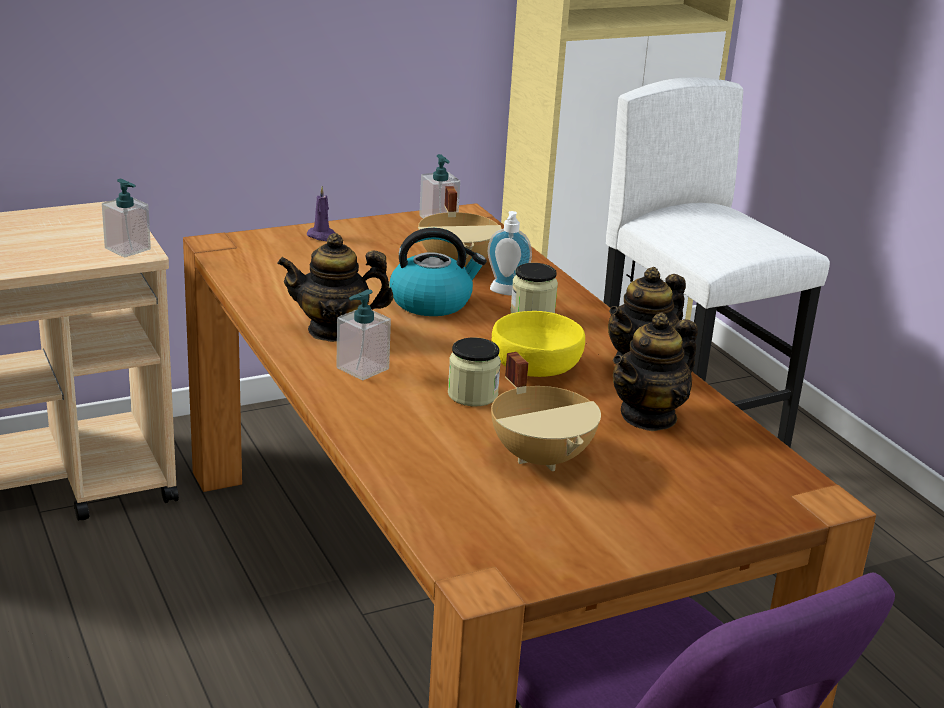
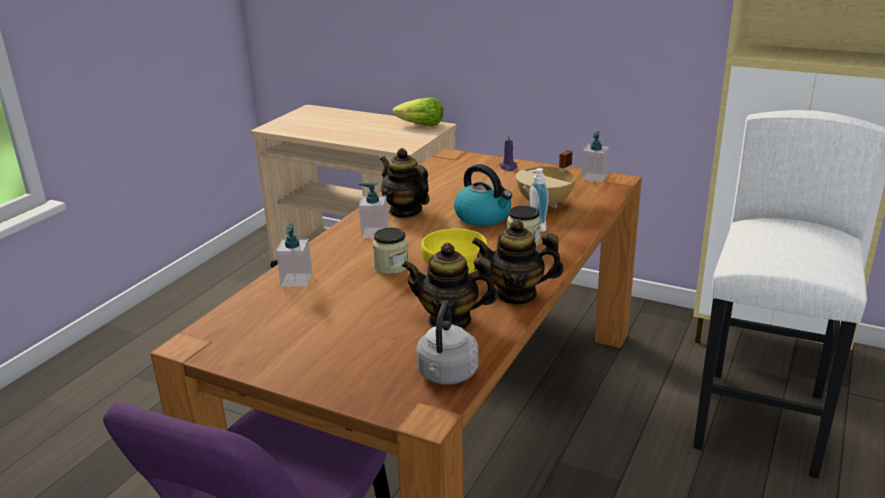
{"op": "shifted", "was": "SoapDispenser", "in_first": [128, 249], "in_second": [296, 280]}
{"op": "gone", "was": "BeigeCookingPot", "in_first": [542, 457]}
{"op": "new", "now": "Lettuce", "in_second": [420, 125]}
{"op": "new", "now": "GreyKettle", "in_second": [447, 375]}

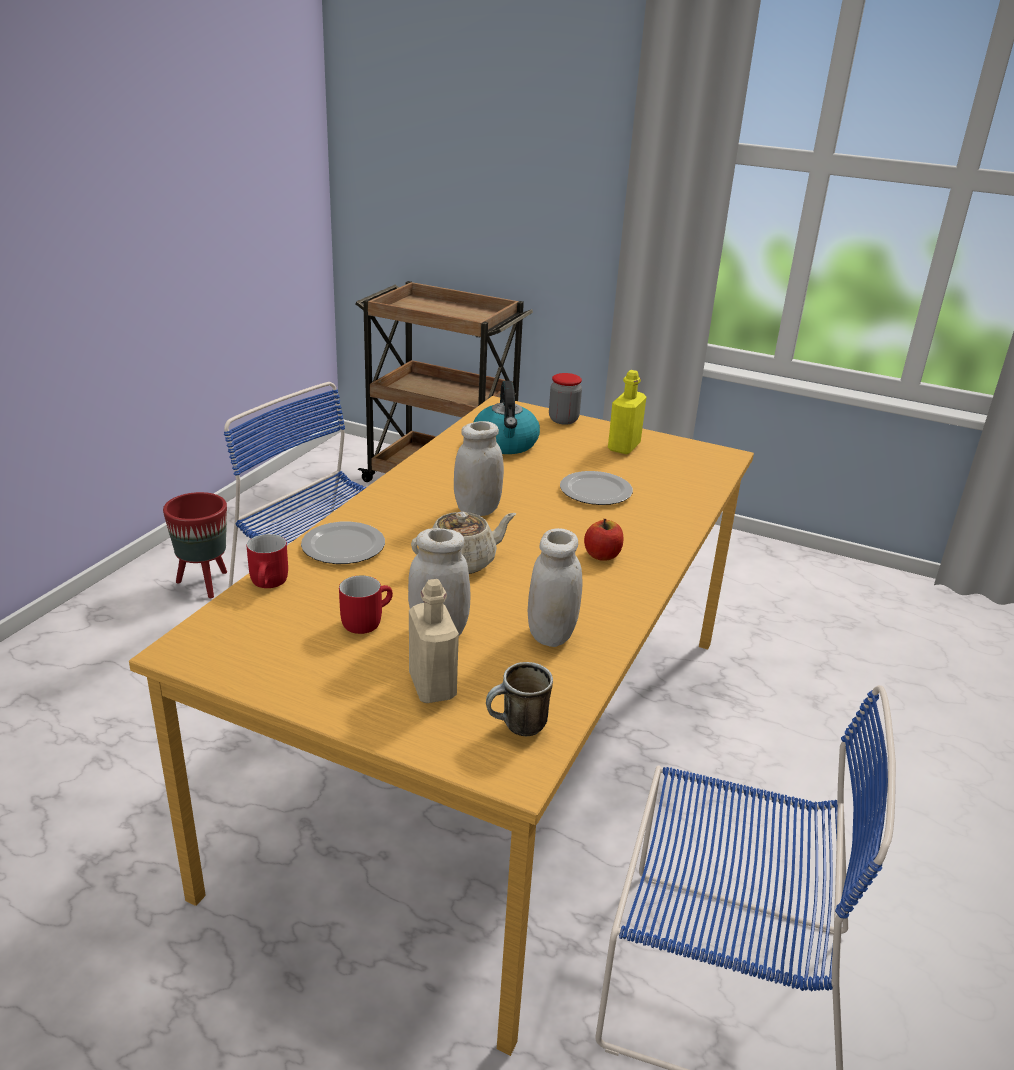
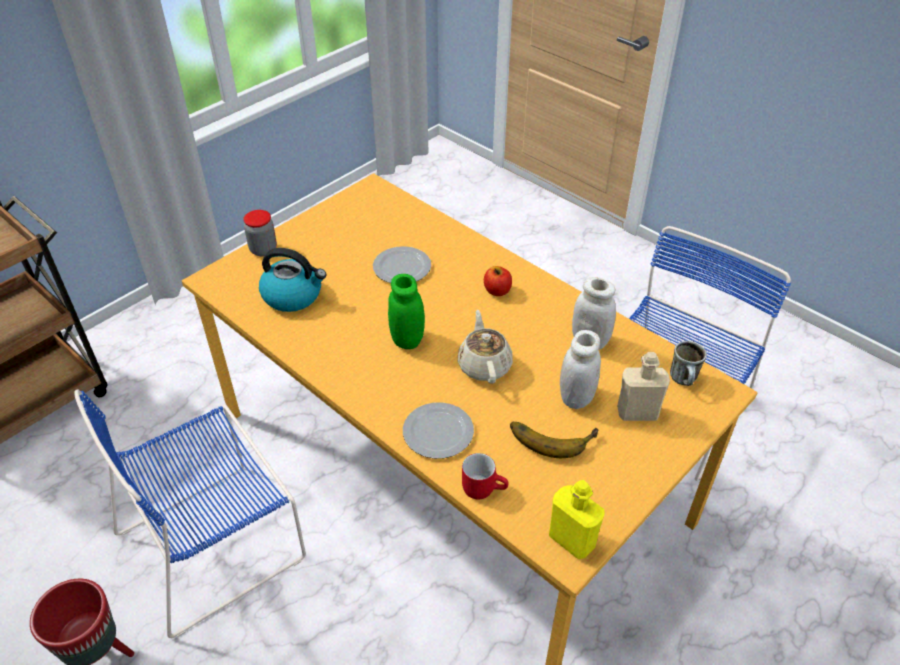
{"op": "shifted", "was": "YellowBottle", "in_first": [624, 447], "in_second": [572, 540]}
{"op": "repainted", "was": "WhiteJar", "now": "GreenJar", "in_first": [477, 510], "in_second": [407, 339]}
{"op": "swapped", "was": "RedMug", "now": "Banana", "in_first": [365, 620], "in_second": [551, 435]}

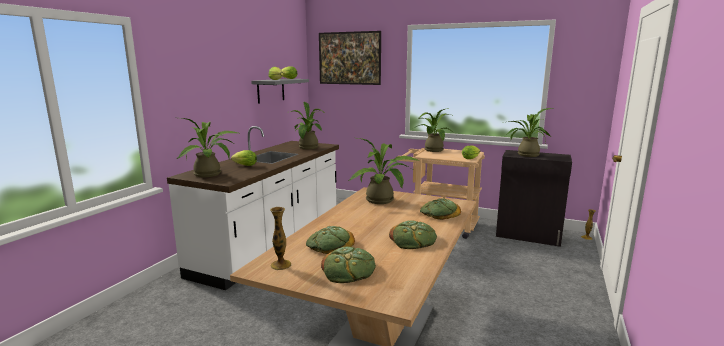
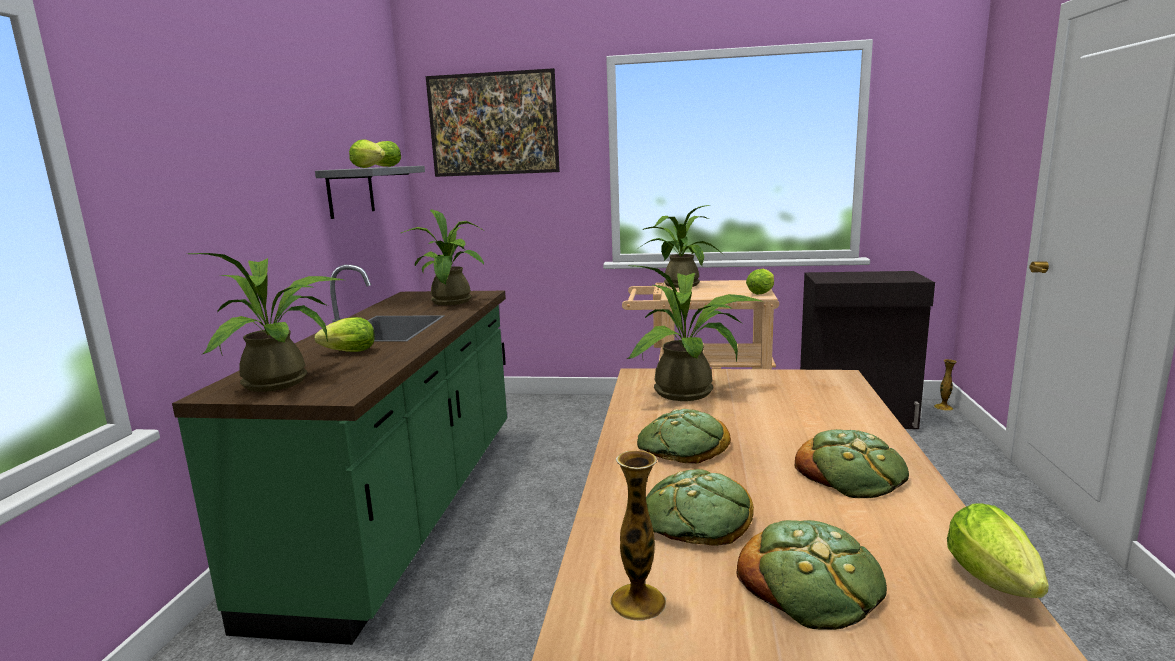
{"op": "gone", "was": "PottedPlant", "in_first": [525, 155]}
{"op": "repainted", "was": "WhiteCounter", "now": "GreenCounter", "in_first": [272, 244], "in_second": [406, 510]}
{"op": "shifted", "was": "Bread", "in_first": [439, 213], "in_second": [682, 446]}
{"op": "new", "now": "Lettuce", "in_second": [997, 585]}

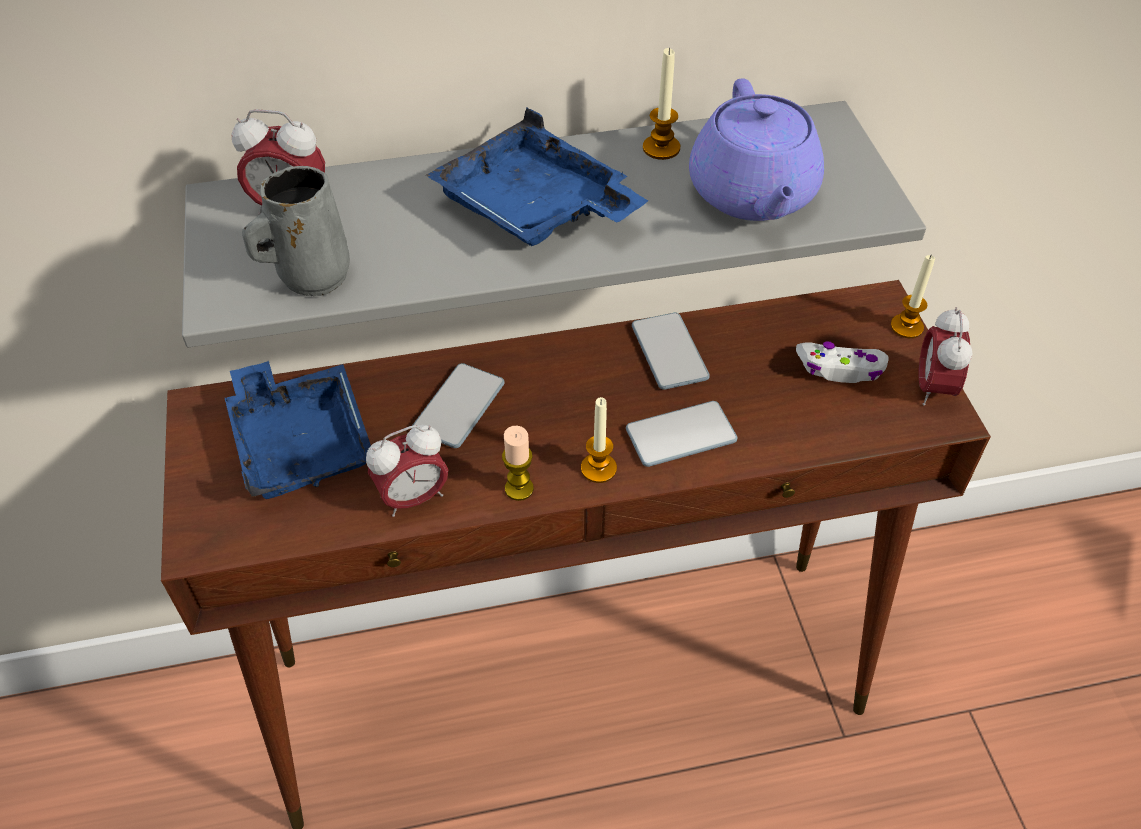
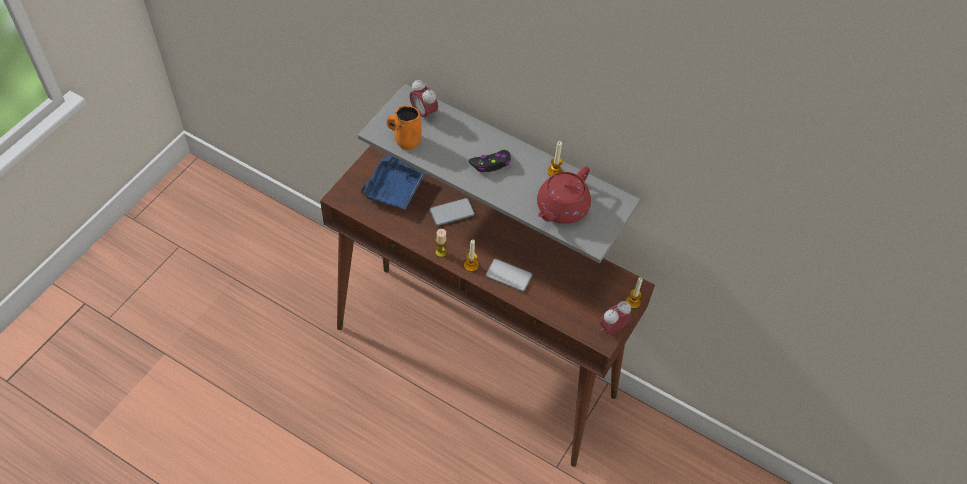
{"op": "repainted", "was": "PurpleTeapot", "now": "RedTeapot", "in_first": [752, 194], "in_second": [561, 208]}
{"op": "swapped", "was": "BlueTray", "now": "BlackGameController", "in_first": [535, 208], "in_second": [491, 164]}
{"op": "repainted", "was": "GreyMug", "now": "OrangeMug", "in_first": [310, 276], "in_second": [406, 140]}
{"op": "gone", "was": "Phone", "in_first": [669, 352]}
{"op": "gone", "was": "WhiteGameController", "in_first": [840, 369]}
{"op": "gone", "was": "AlarmClock", "in_first": [413, 498]}

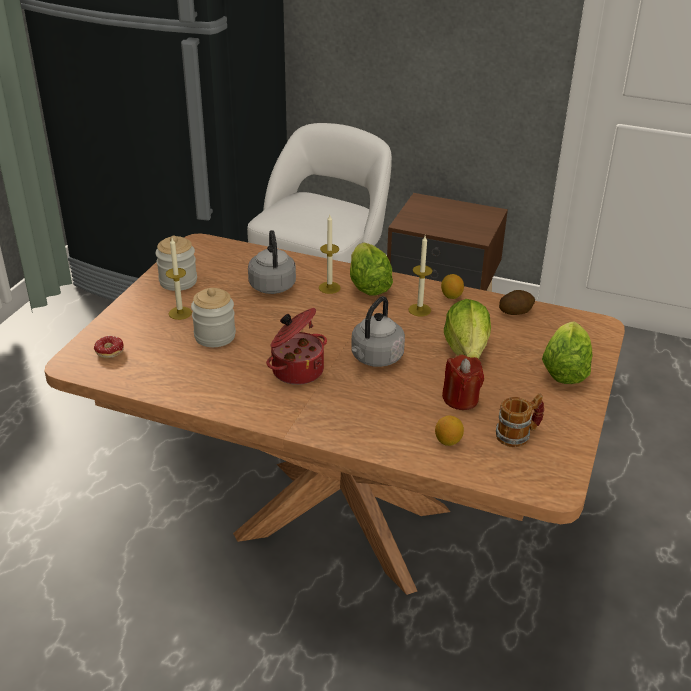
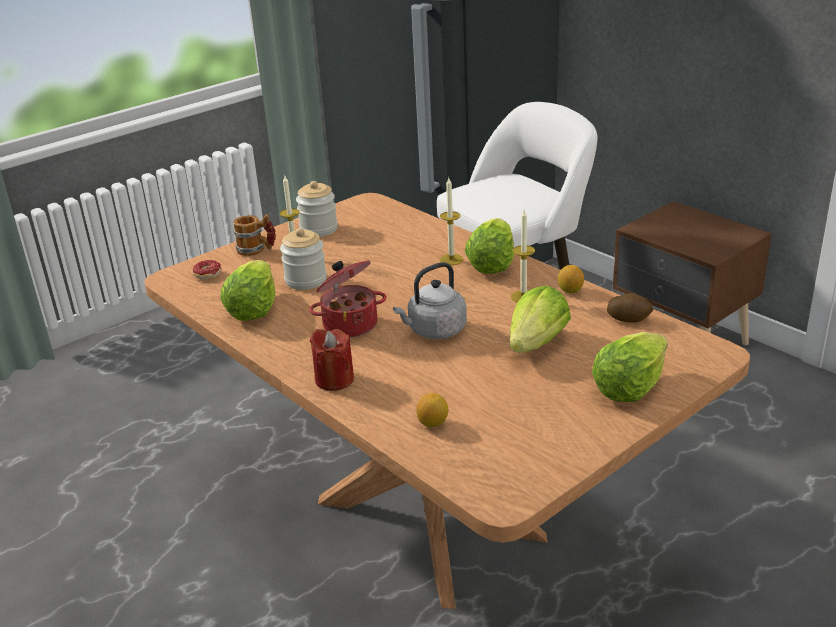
{"op": "gone", "was": "GreyKettle", "in_first": [272, 284]}
{"op": "shifted", "was": "RedCandle", "in_first": [460, 399], "in_second": [334, 379]}
{"op": "shifted", "was": "Mug", "in_first": [518, 435], "in_second": [256, 250]}
{"op": "new", "now": "Lettuce", "in_second": [253, 310]}

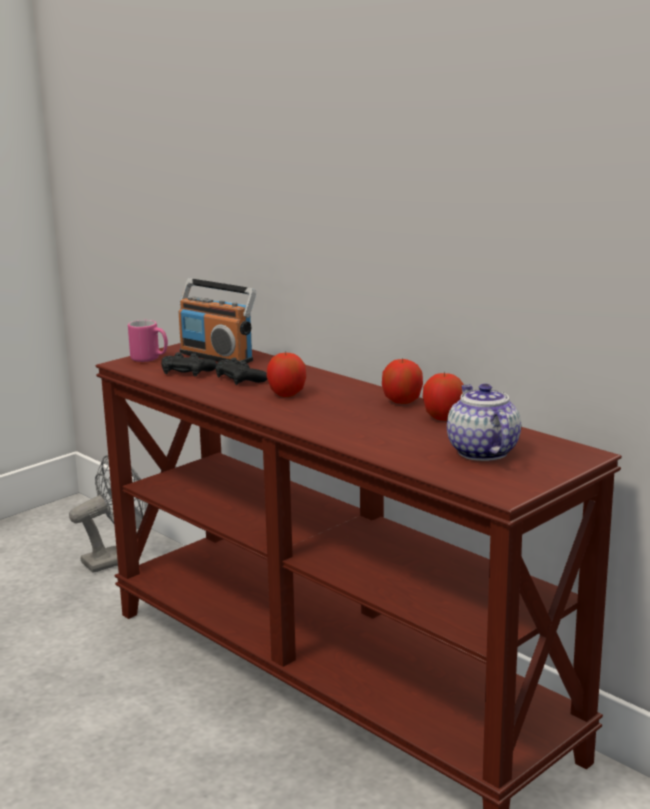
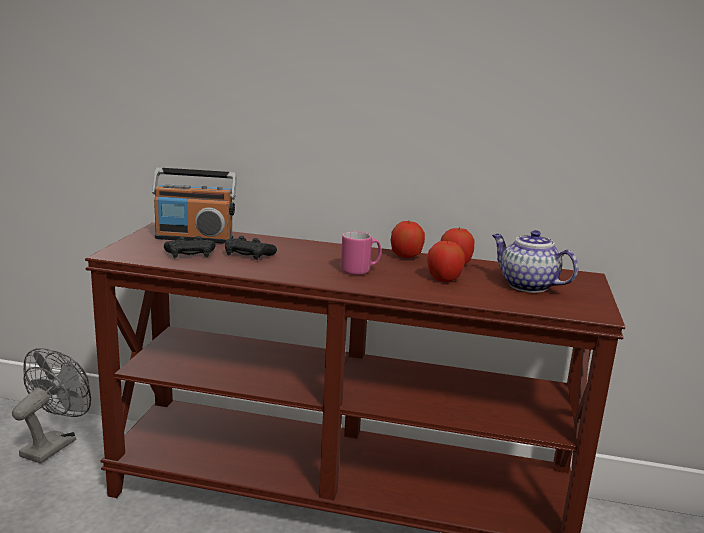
{"op": "shifted", "was": "PinkMug", "in_first": [150, 359], "in_second": [360, 271]}
{"op": "shifted", "was": "Apple", "in_first": [287, 394], "in_second": [443, 279]}

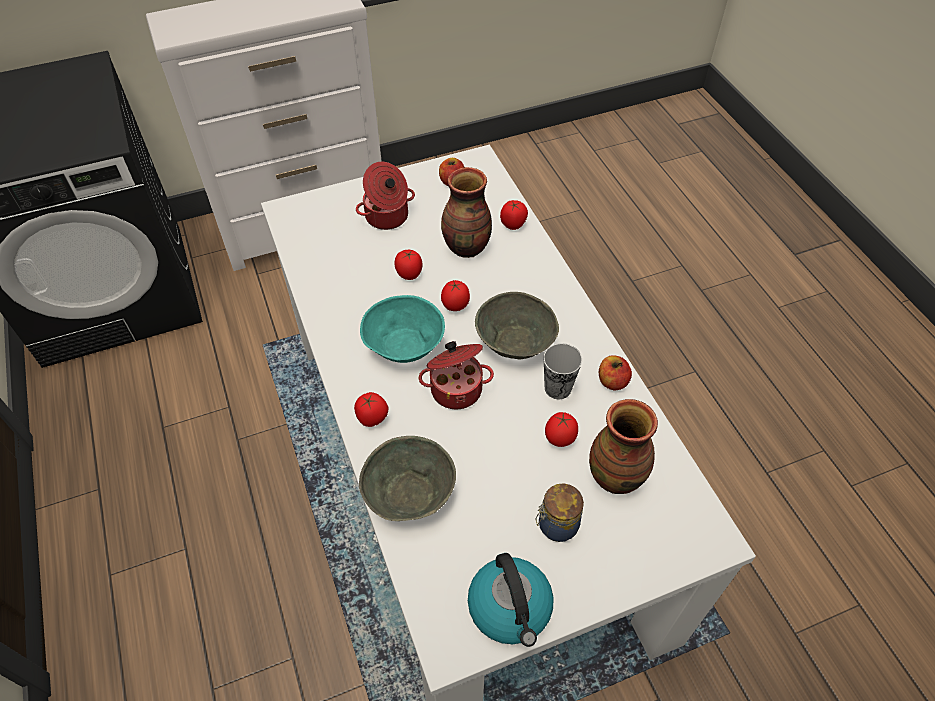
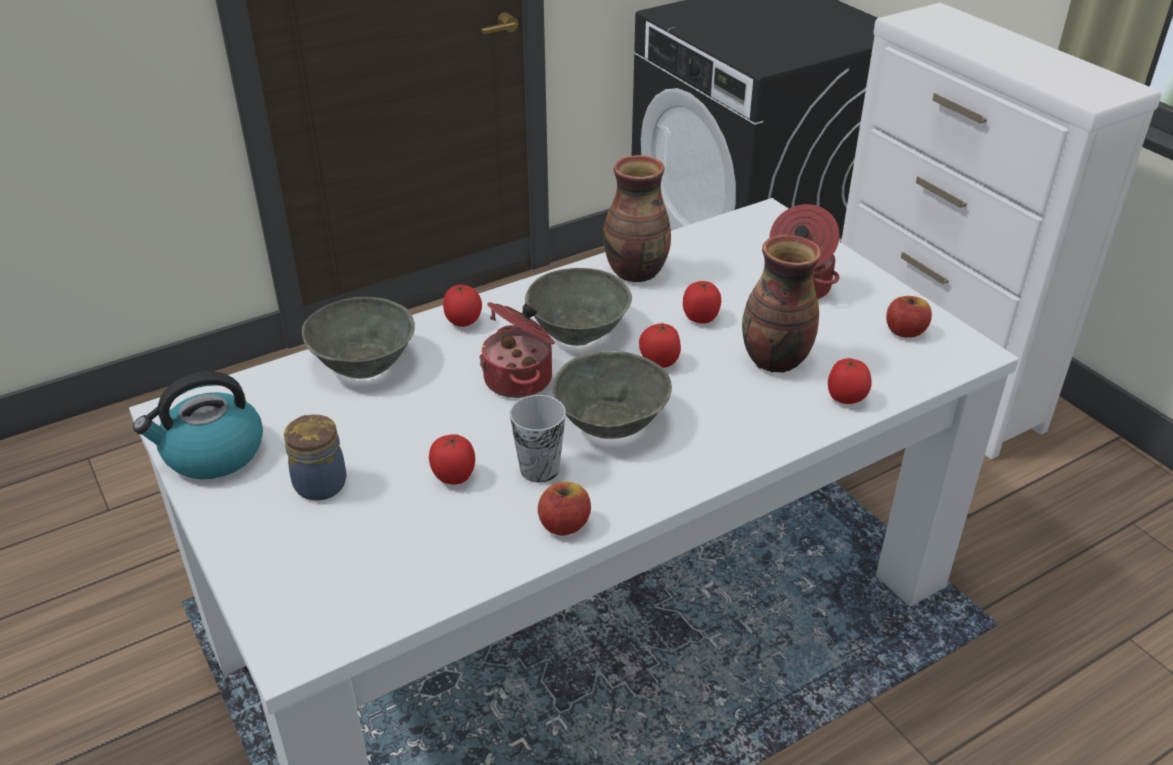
{"op": "repainted", "was": "TurquoiseBowl", "now": "GreyBowl", "in_first": [404, 346], "in_second": [576, 330]}
{"op": "shifted", "was": "Vase", "in_first": [616, 475], "in_second": [637, 272]}

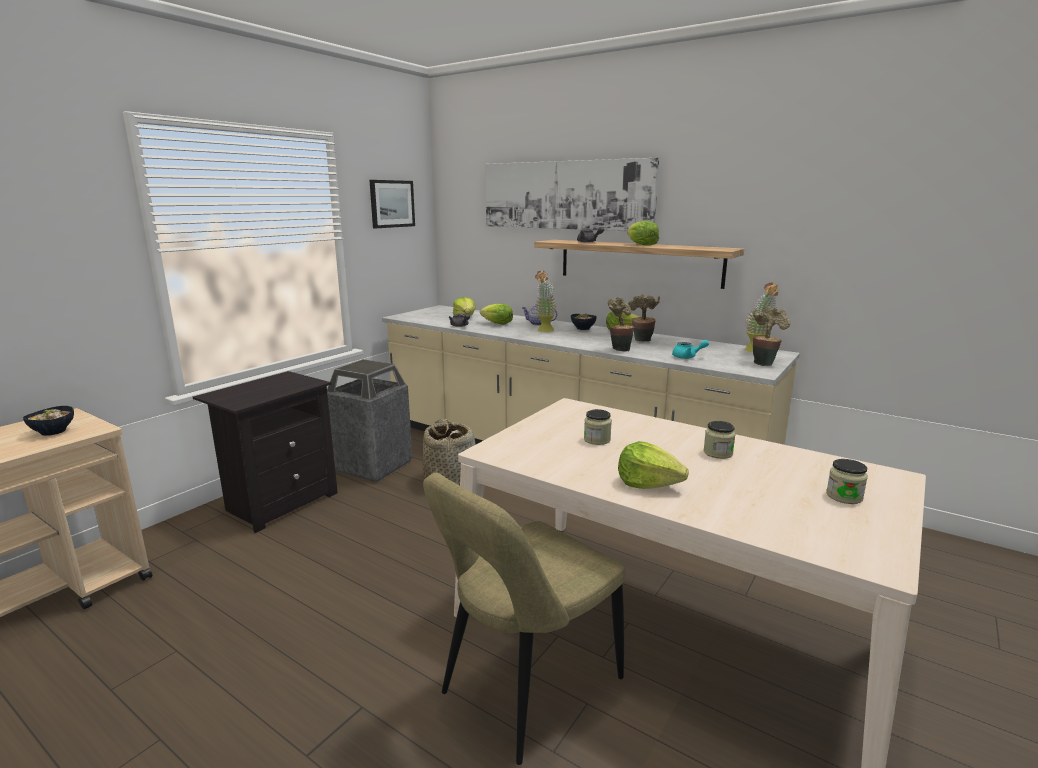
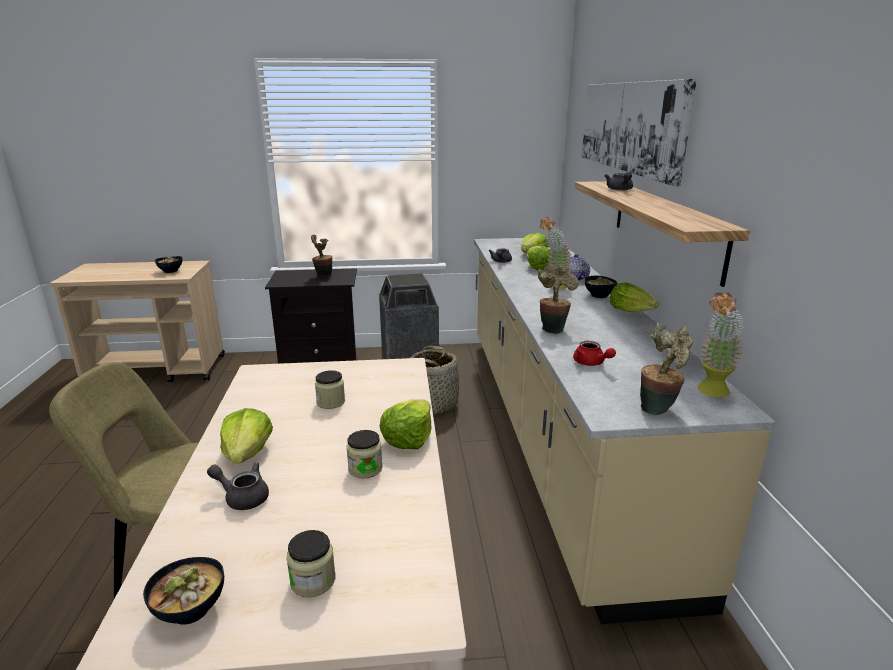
{"op": "gone", "was": "Picture", "in_first": [392, 204]}
{"op": "shifted", "was": "Lettuce", "in_first": [641, 245], "in_second": [408, 438]}
{"op": "shifted", "was": "PottedPlant", "in_first": [642, 341], "in_second": [322, 276]}
{"op": "repainted", "was": "TurquoiseTeapot", "now": "RedTeapot", "in_first": [687, 357], "in_second": [591, 363]}
{"op": "new", "now": "GreyTeapot", "in_second": [243, 497]}
{"op": "new", "now": "Bowl", "in_second": [190, 609]}

